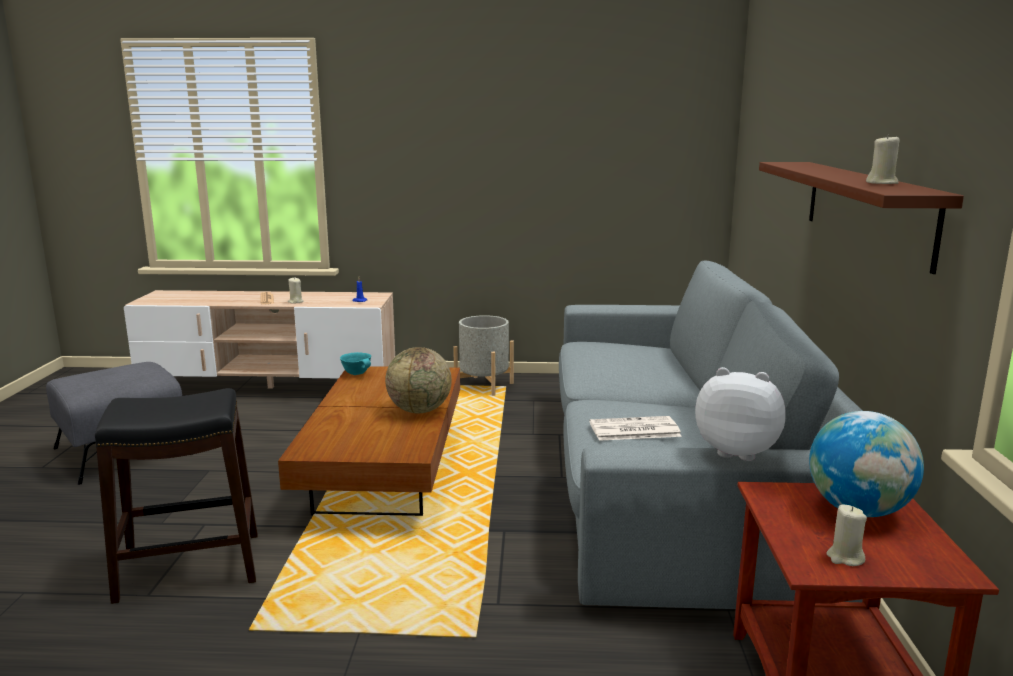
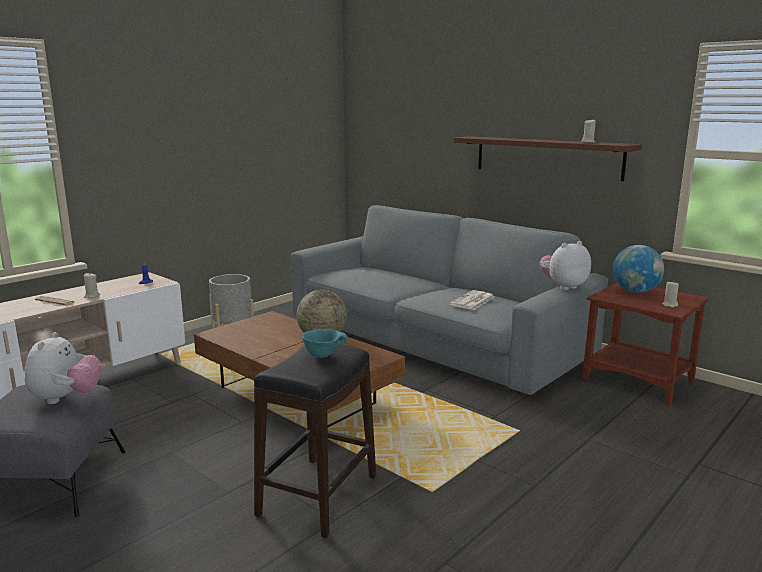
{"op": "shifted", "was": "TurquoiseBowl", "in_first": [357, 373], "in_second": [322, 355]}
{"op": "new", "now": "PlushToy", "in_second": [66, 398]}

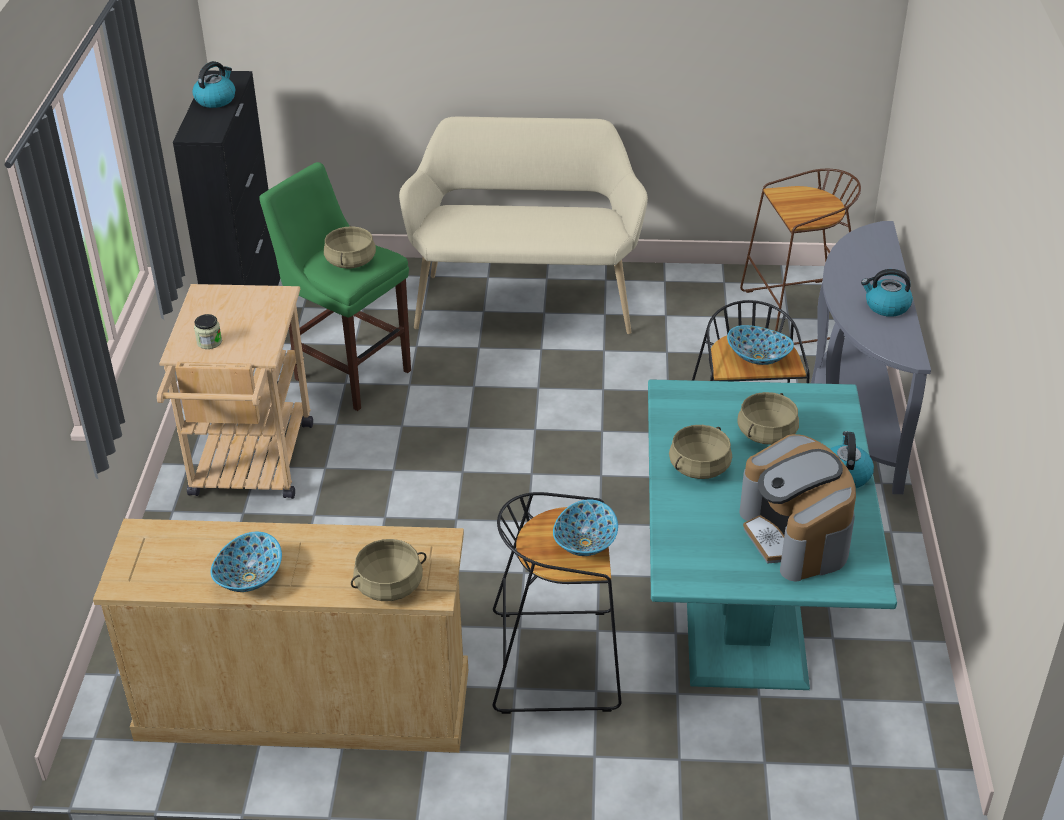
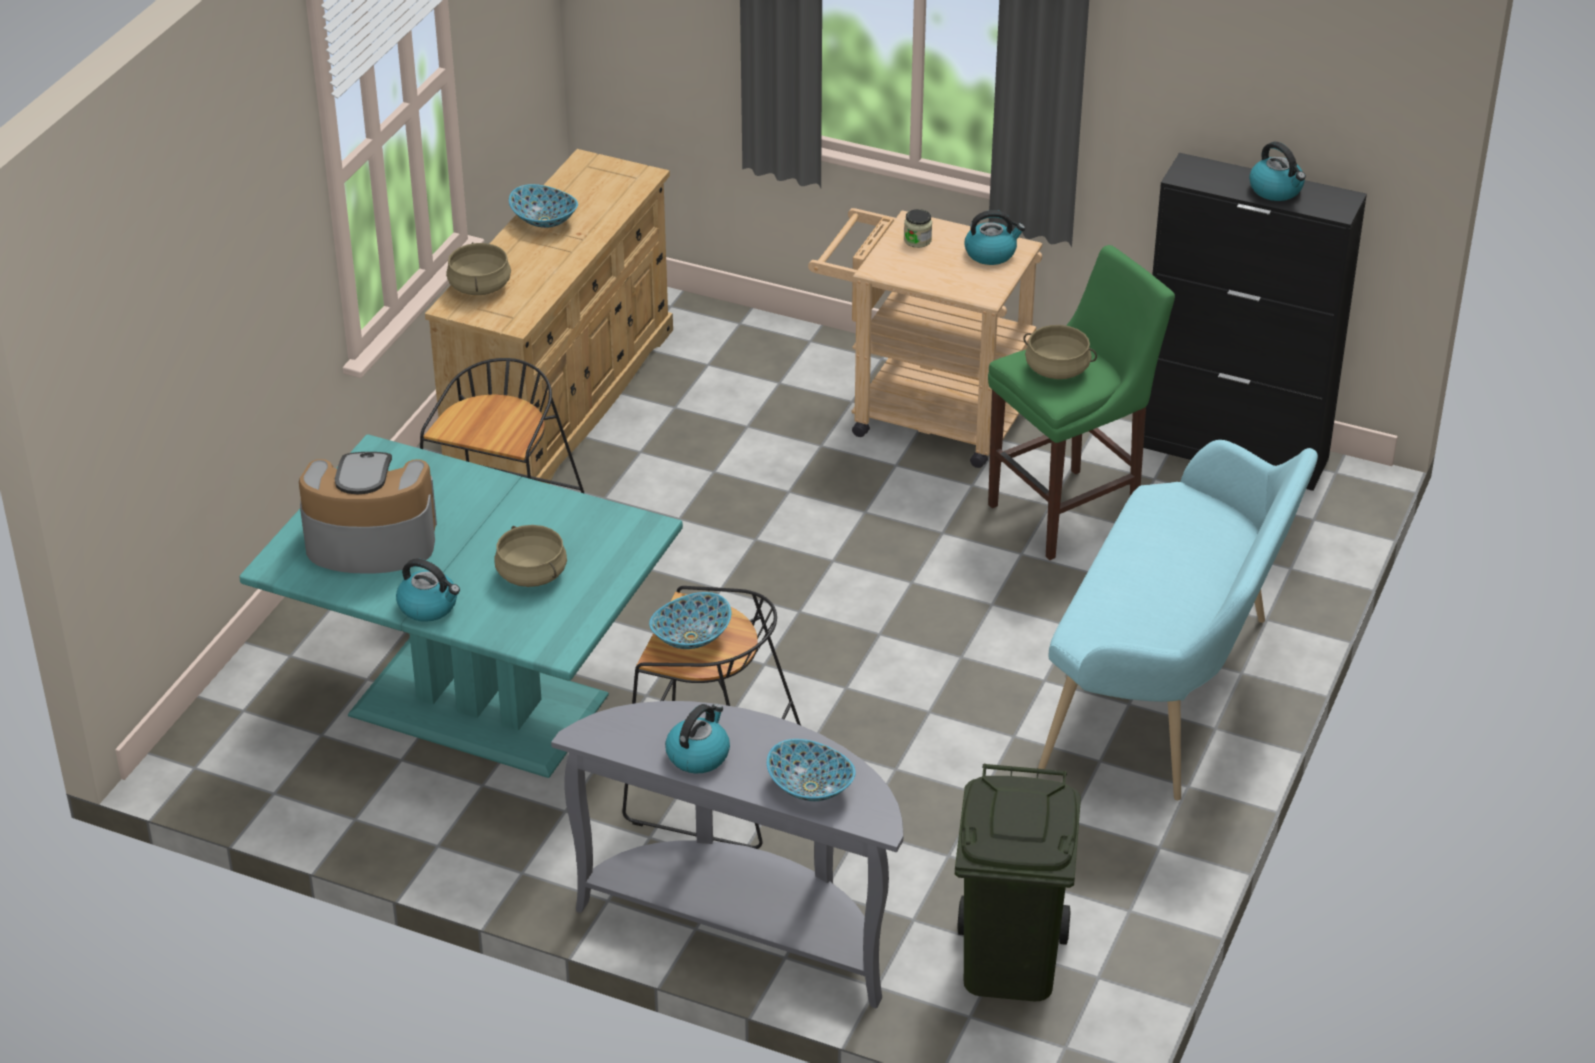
{"op": "repainted", "was": "BeigeBench", "now": "TurquoiseBench", "in_first": [525, 299], "in_second": [1170, 694]}
{"op": "swapped", "was": "BrownStool", "now": "GreenTrashCan", "in_first": [798, 314], "in_second": [1008, 963]}
{"op": "gone", "was": "BeigeCookingPot", "in_first": [699, 467]}
{"op": "shifted", "was": "Bowl", "in_first": [584, 543], "in_second": [811, 787]}
{"op": "new", "now": "Kettle", "in_second": [991, 253]}

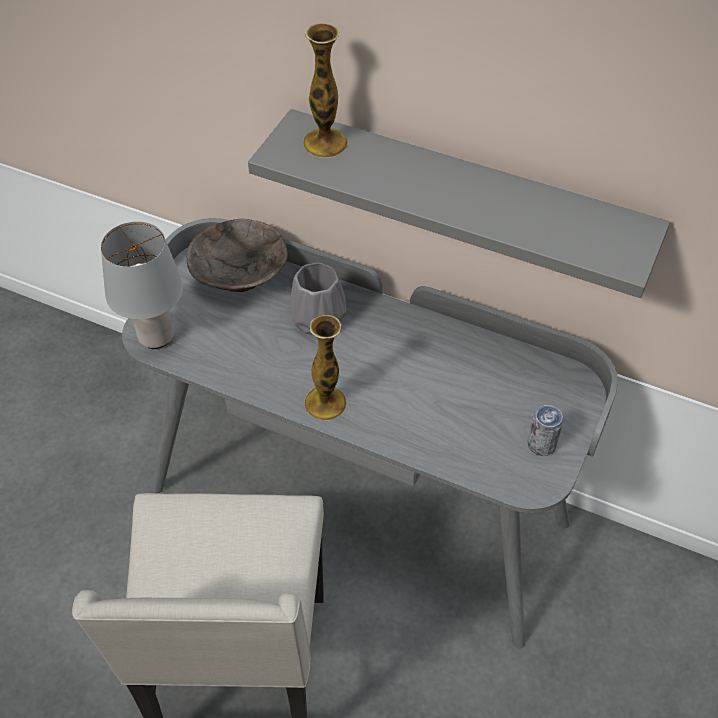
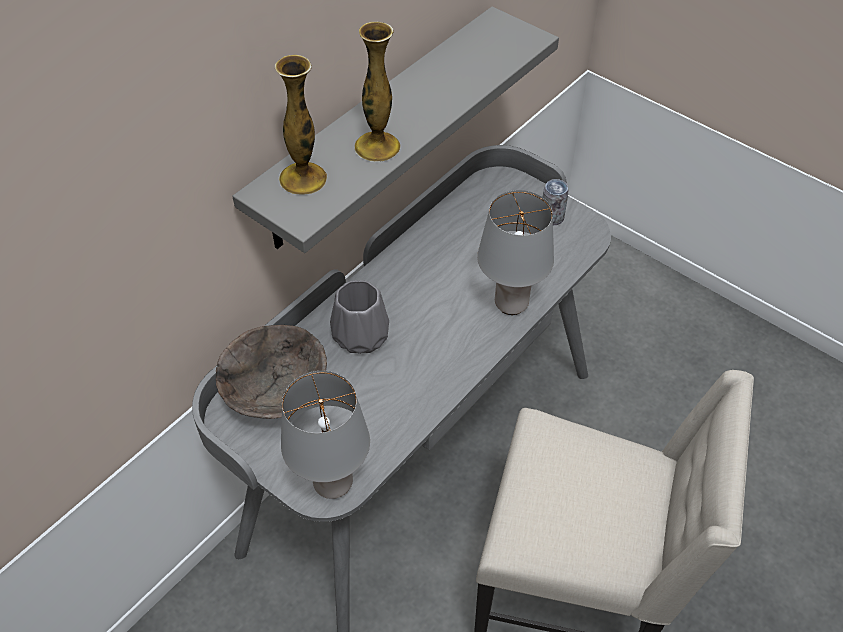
{"op": "shifted", "was": "Vase", "in_first": [325, 403], "in_second": [377, 147]}
{"op": "new", "now": "GreyTableLamp", "in_second": [511, 304]}

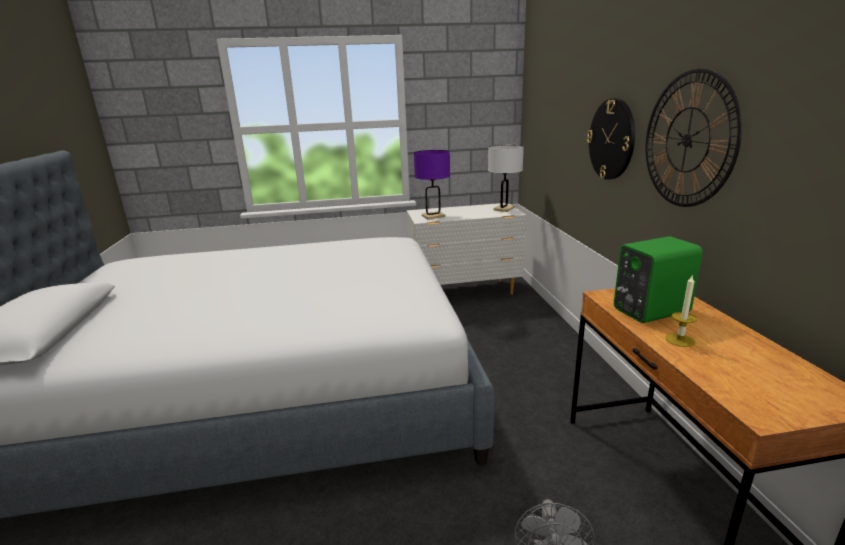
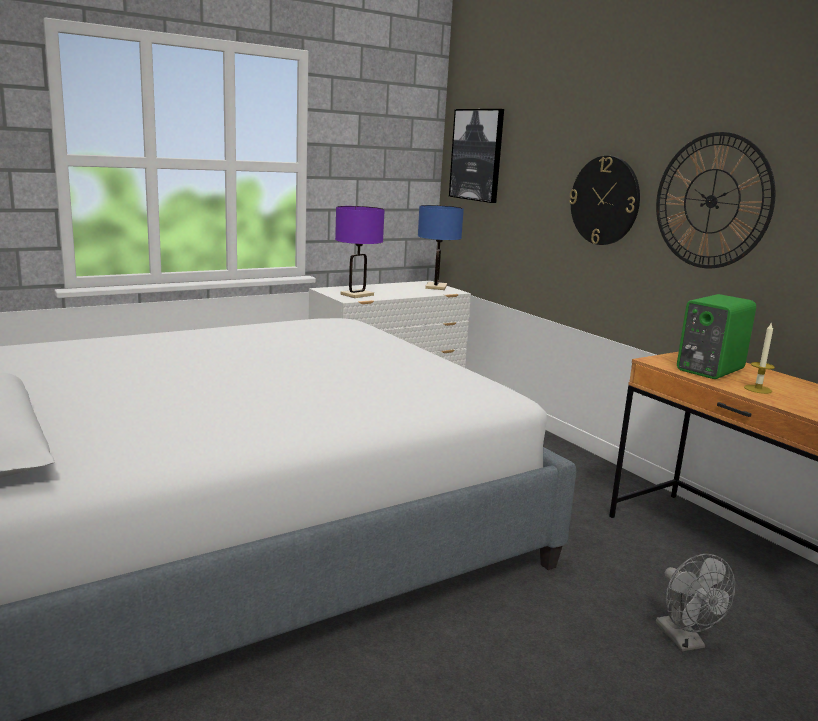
{"op": "repainted", "was": "WhiteTableLamp", "now": "BlueTableLamp", "in_first": [504, 209], "in_second": [436, 287]}
{"op": "new", "now": "Picture", "in_second": [477, 155]}

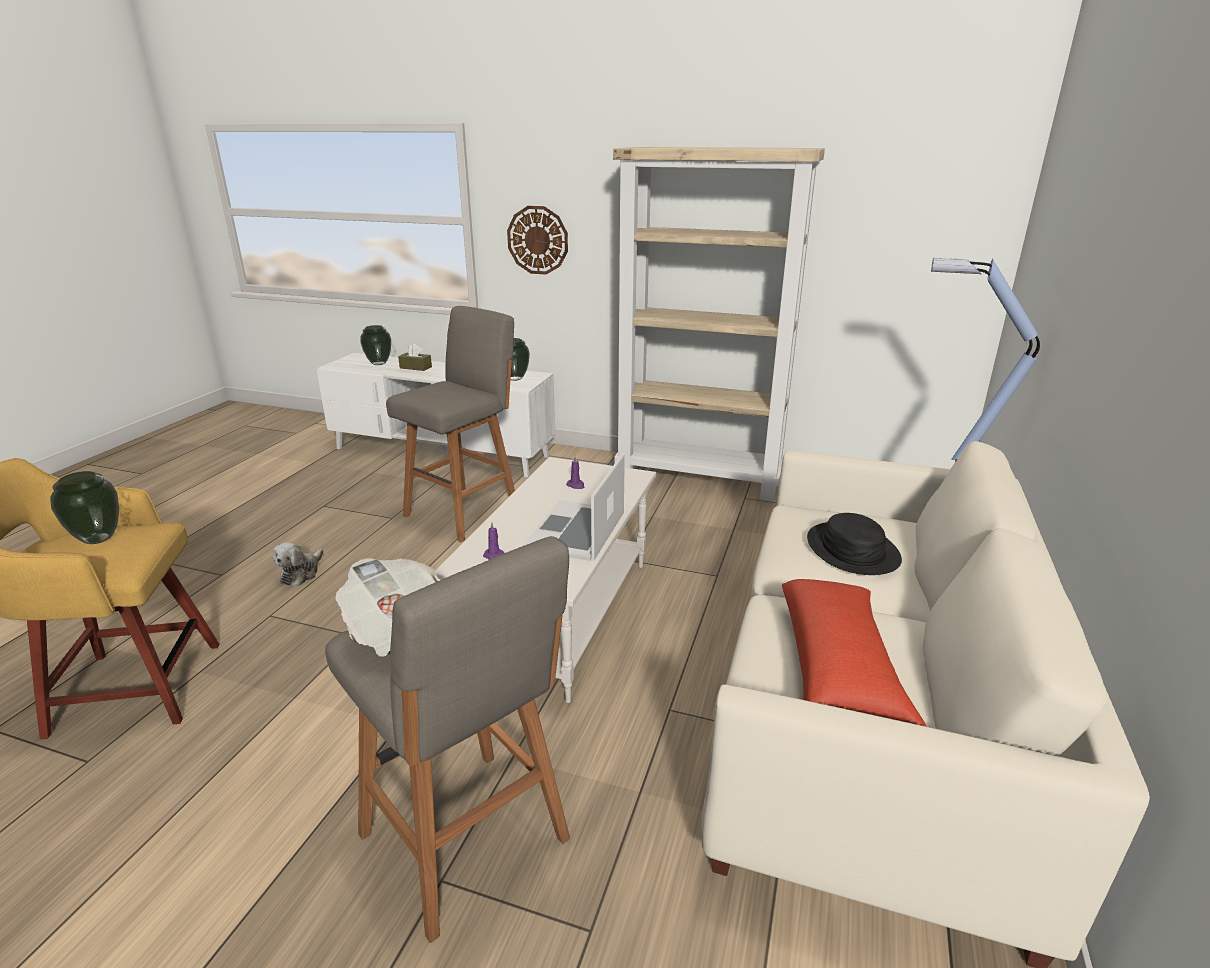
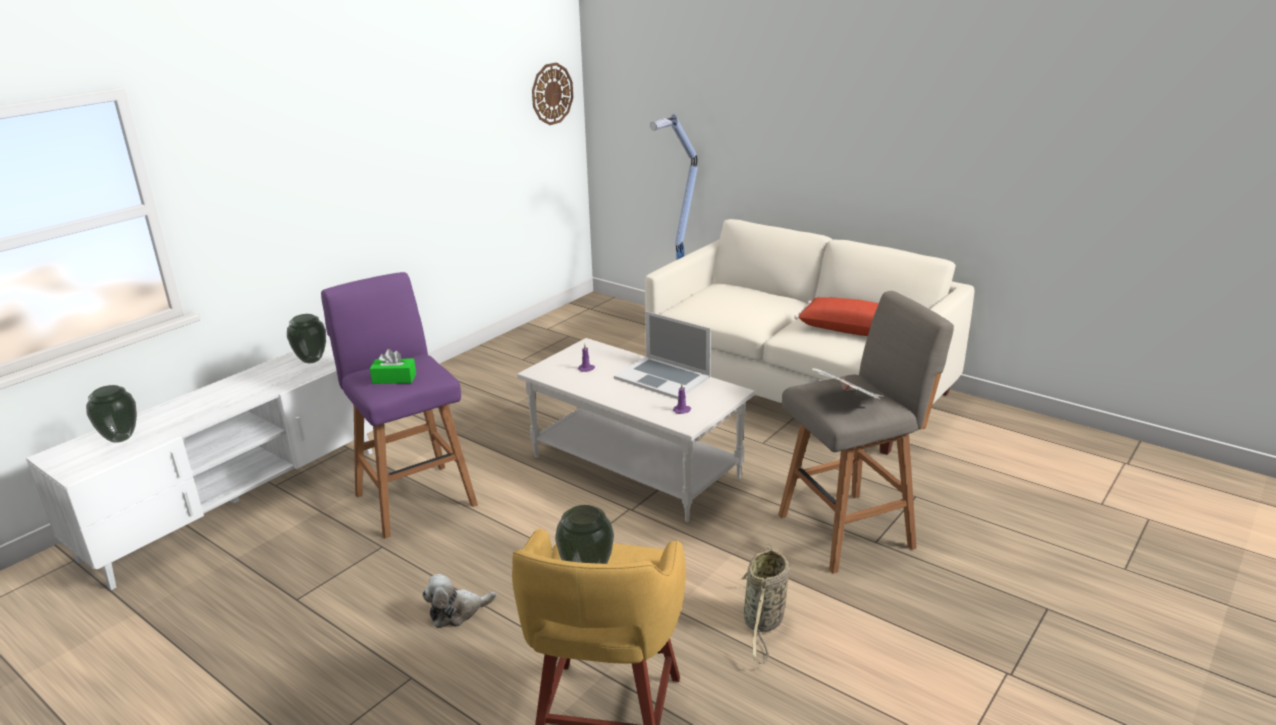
{"op": "gone", "was": "BeigeBookcase", "in_first": [700, 478]}
{"op": "shifted", "was": "WallClock", "in_first": [537, 240], "in_second": [552, 93]}
{"op": "repainted", "was": "GreyStool", "now": "PurpleStool", "in_first": [465, 511], "in_second": [414, 497]}
{"op": "gone", "was": "BrownTissueBox", "in_first": [415, 367]}
{"op": "gone", "was": "BlackHat", "in_first": [852, 550]}
{"op": "rotated", "was": "PlushToy", "in_first": [301, 573], "in_second": [457, 612], "clockwise": 120}
{"op": "new", "now": "GreenTissueBox", "in_second": [394, 378]}
{"op": "new", "now": "Basket", "in_second": [763, 623]}

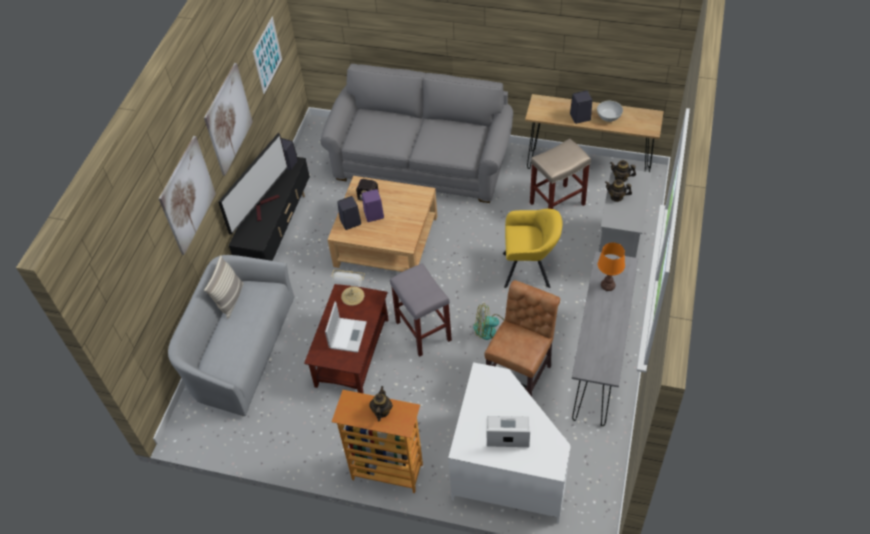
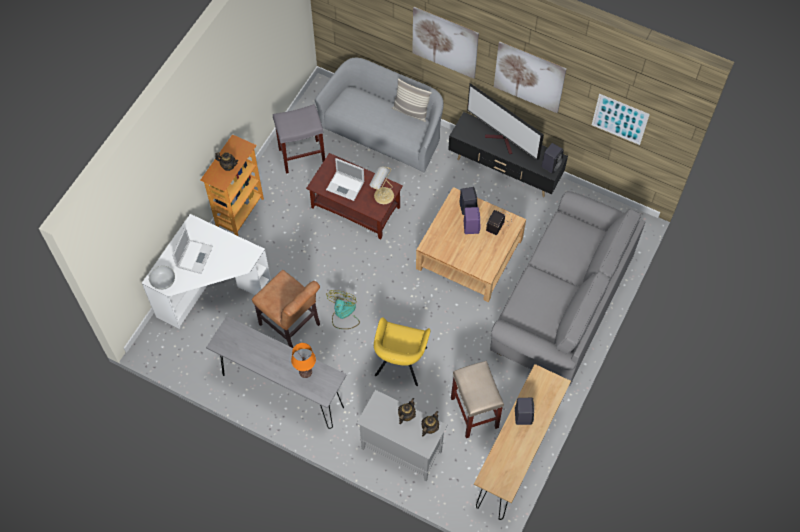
{"op": "shifted", "was": "WhiteBowl", "in_first": [608, 117], "in_second": [164, 282]}
{"op": "shifted", "was": "GreyStool", "in_first": [422, 331], "in_second": [302, 155]}

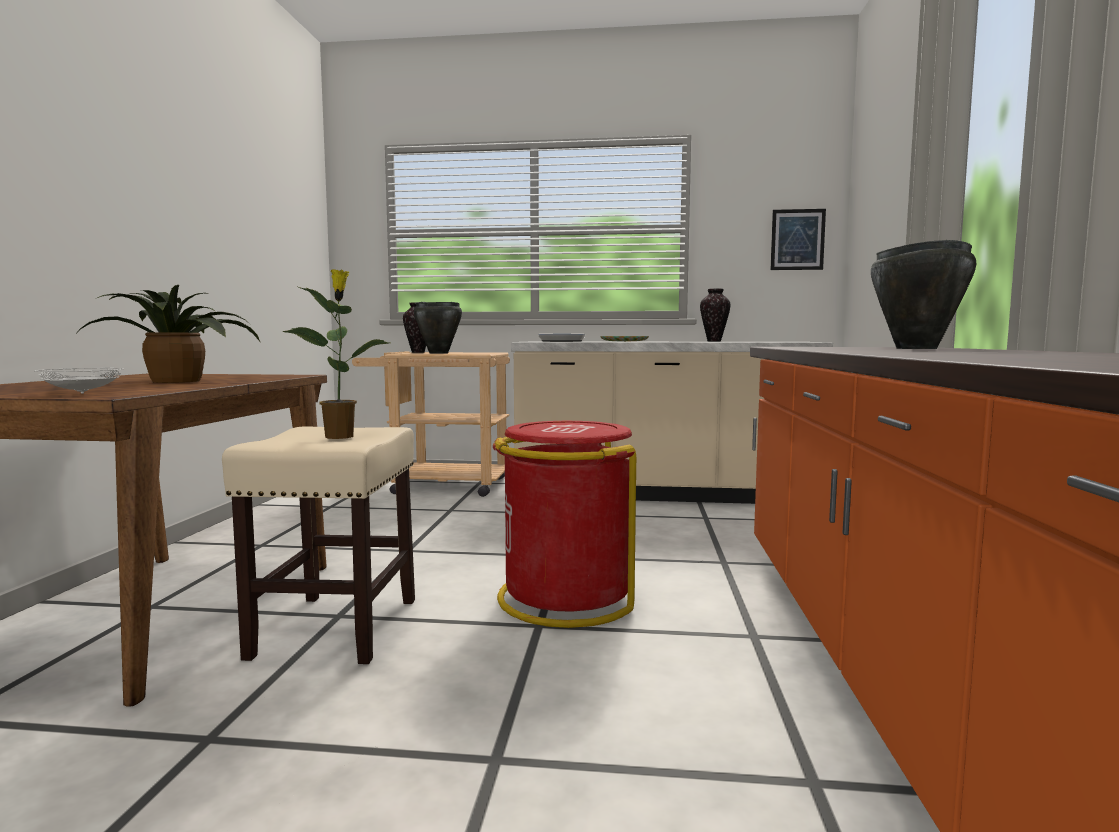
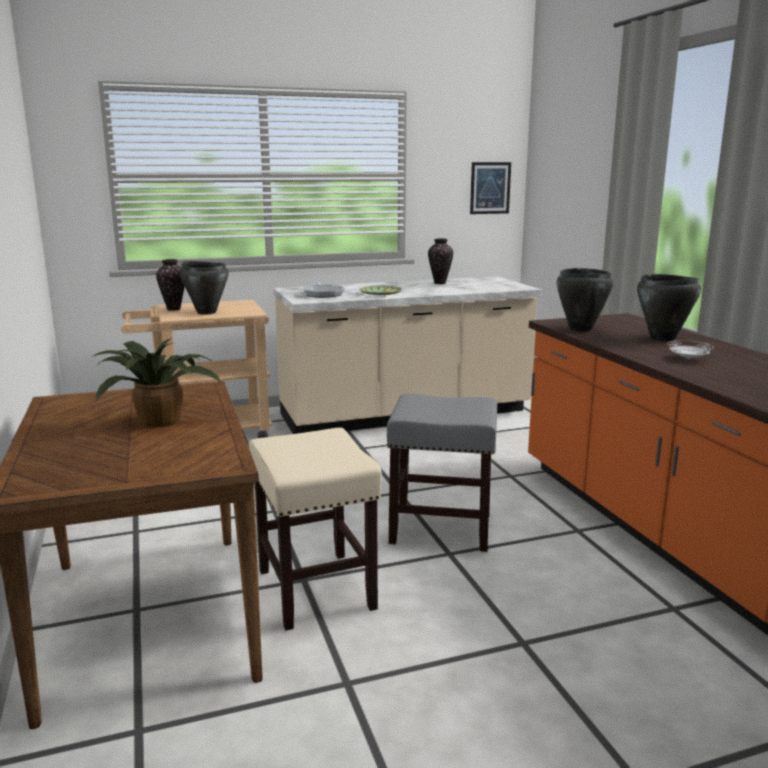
{"op": "gone", "was": "PottedPlant", "in_first": [340, 436]}
{"op": "shifted", "was": "WhitePlate", "in_first": [81, 393], "in_second": [688, 359]}
{"op": "swapped", "was": "RedTrashCan", "now": "GreyStool", "in_first": [565, 598], "in_second": [442, 528]}
{"op": "new", "now": "BlackCookingPot", "in_second": [580, 329]}

